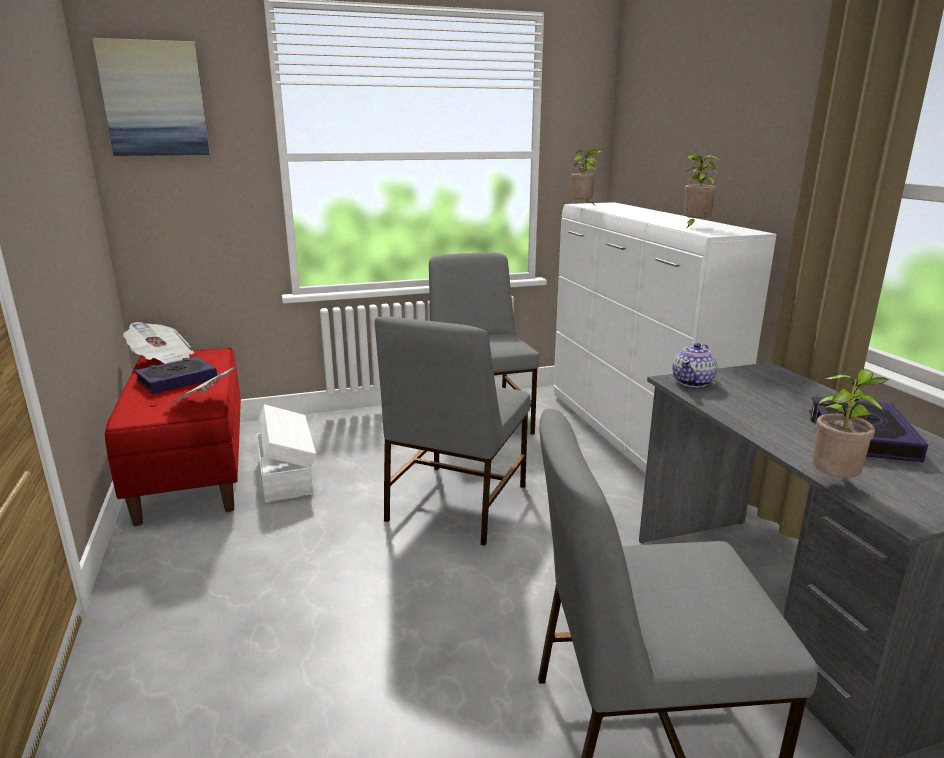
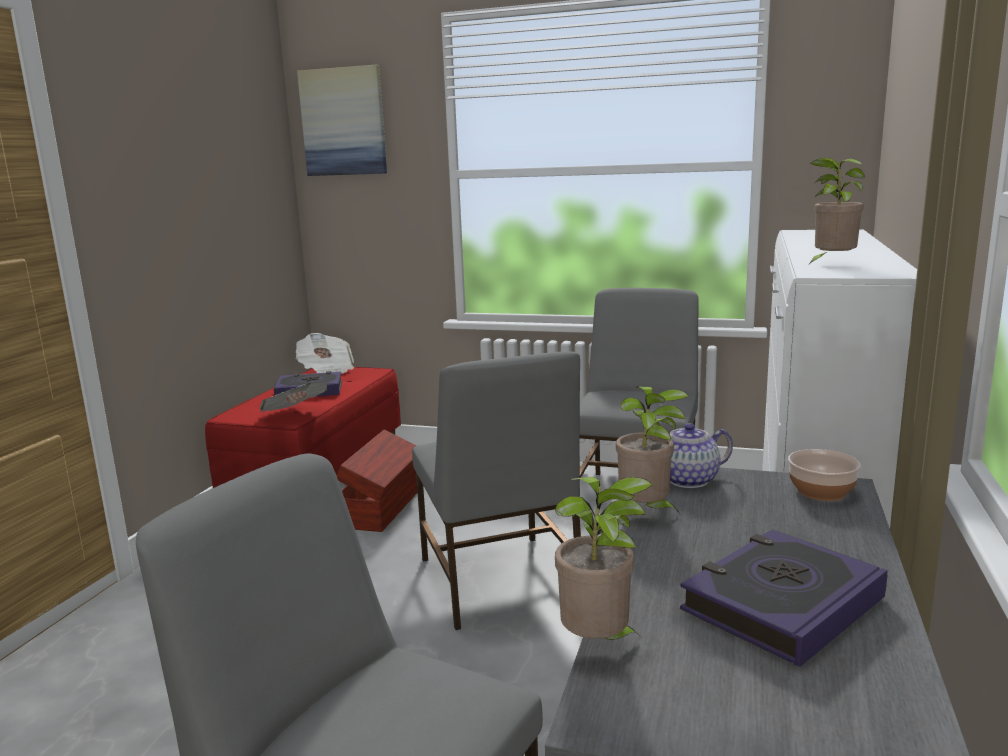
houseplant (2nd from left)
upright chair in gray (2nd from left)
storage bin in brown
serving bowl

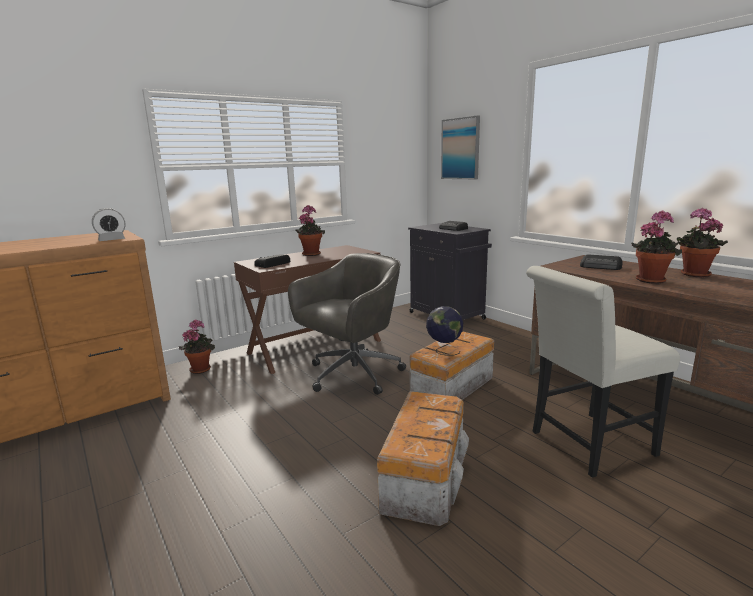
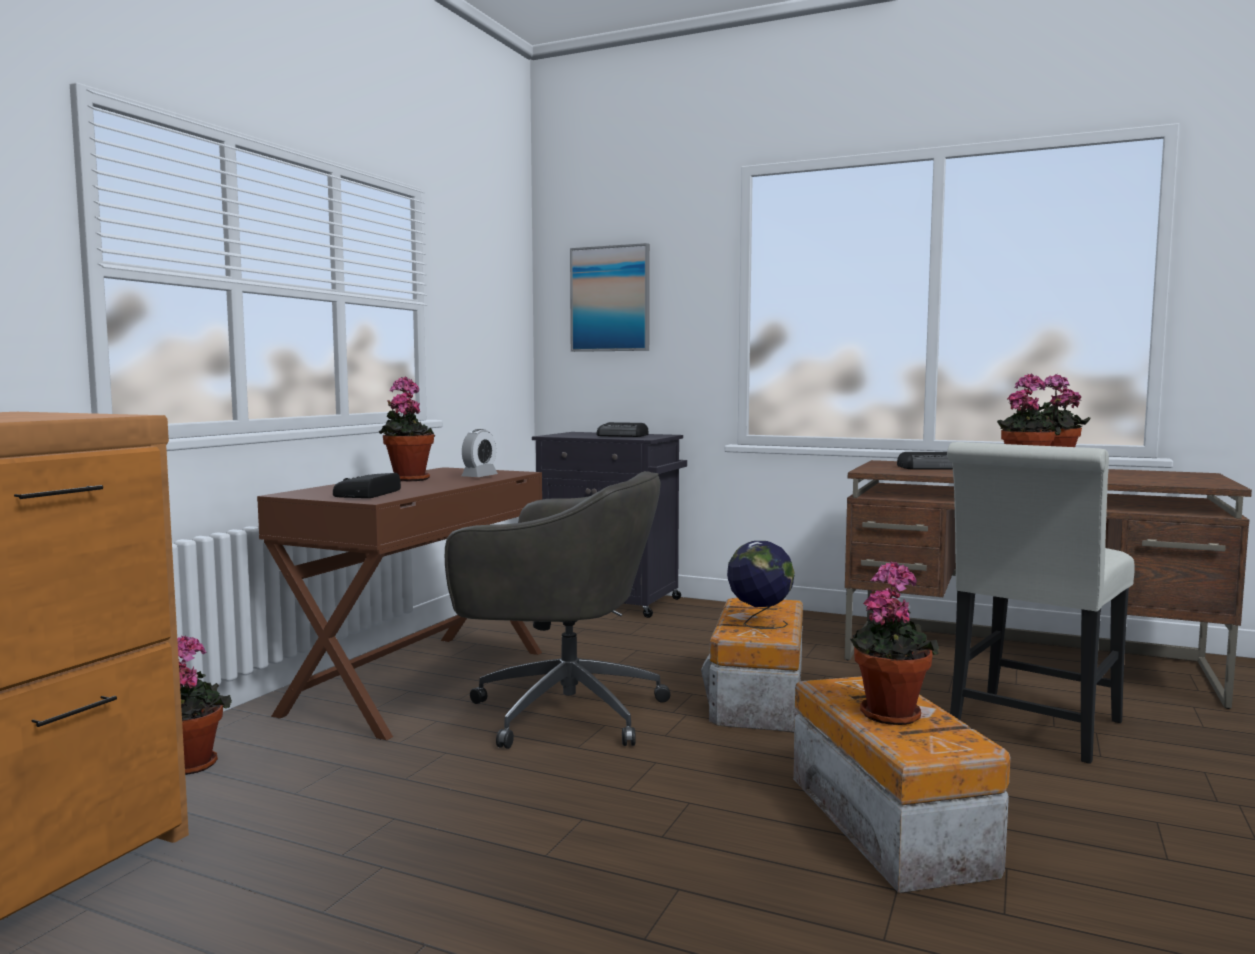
table clock
office chair in gray
houseplant (3rd from left)

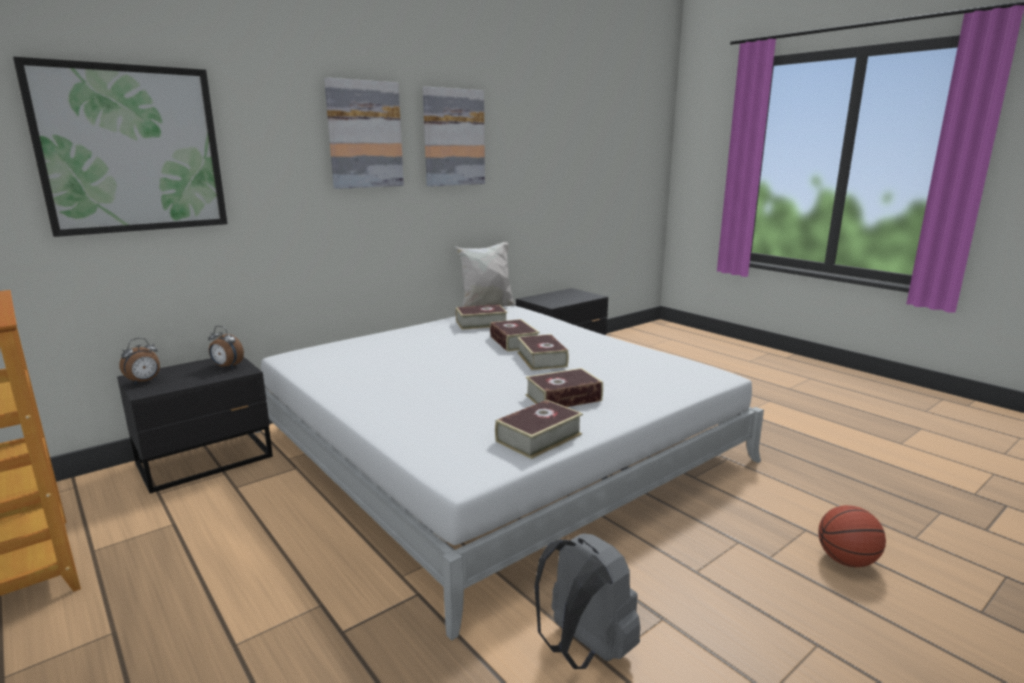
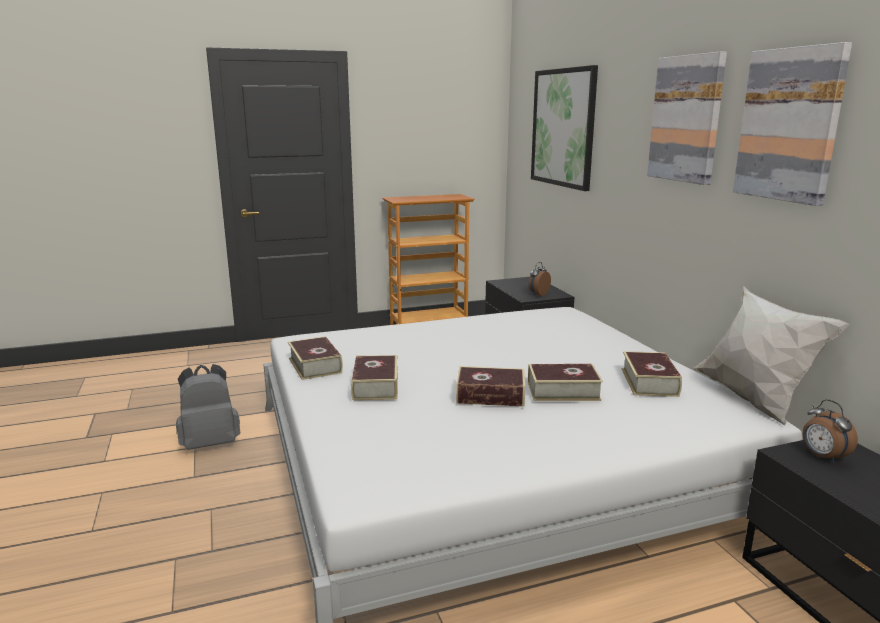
table clock (2nd from left)
basketball

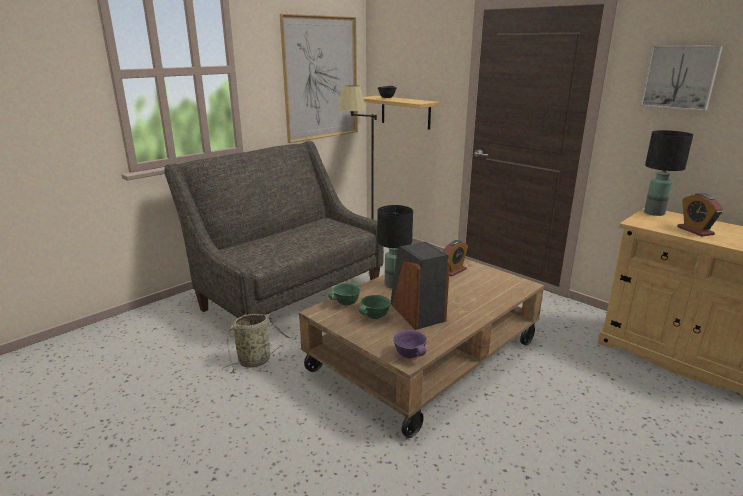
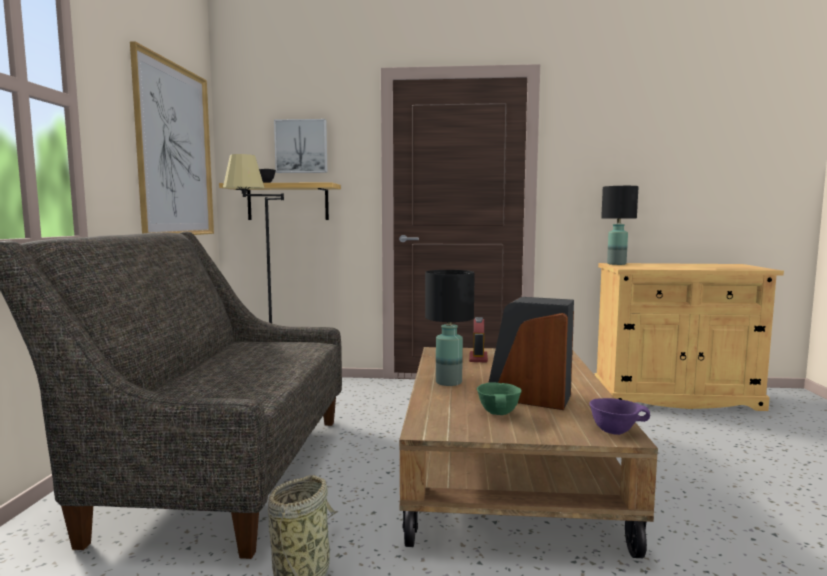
wall art (2nd from left)
table clock (2nd from left in the first image)
serving bowl in greenish (1st from left in the first image)

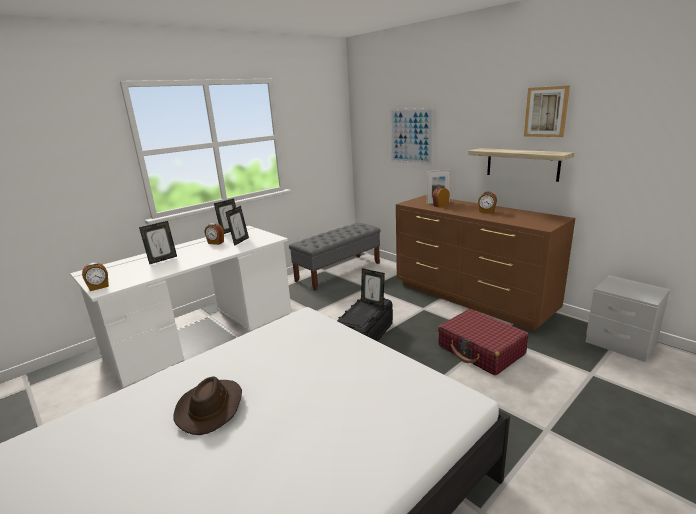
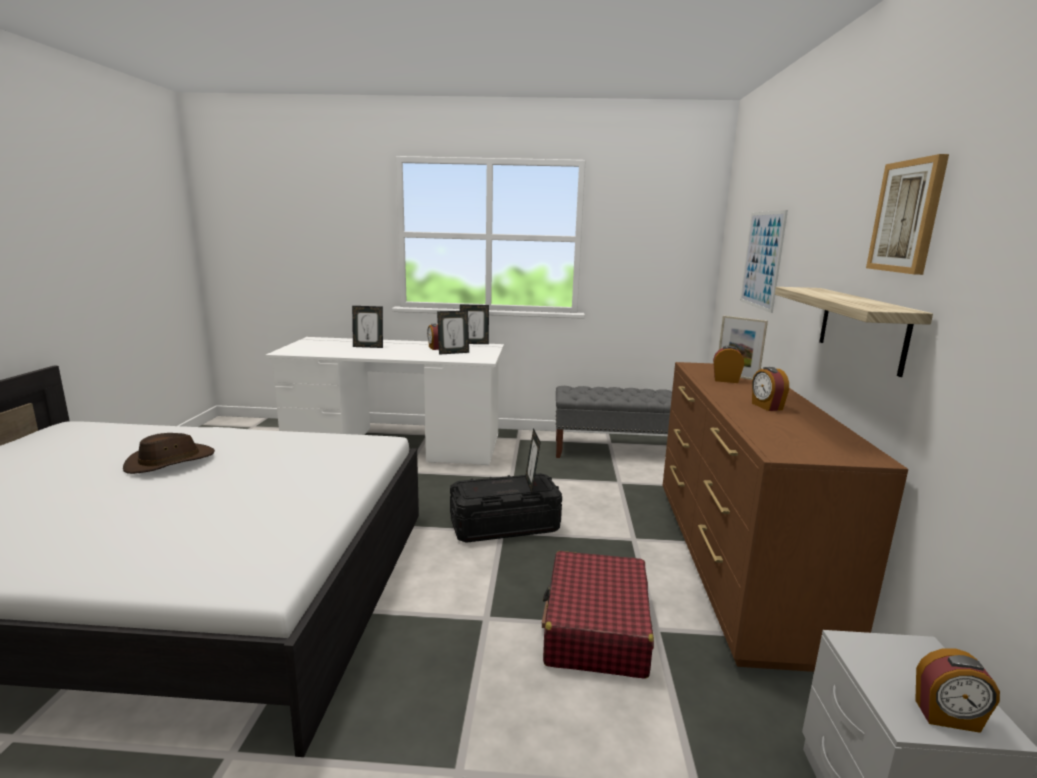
table clock (4th from left)

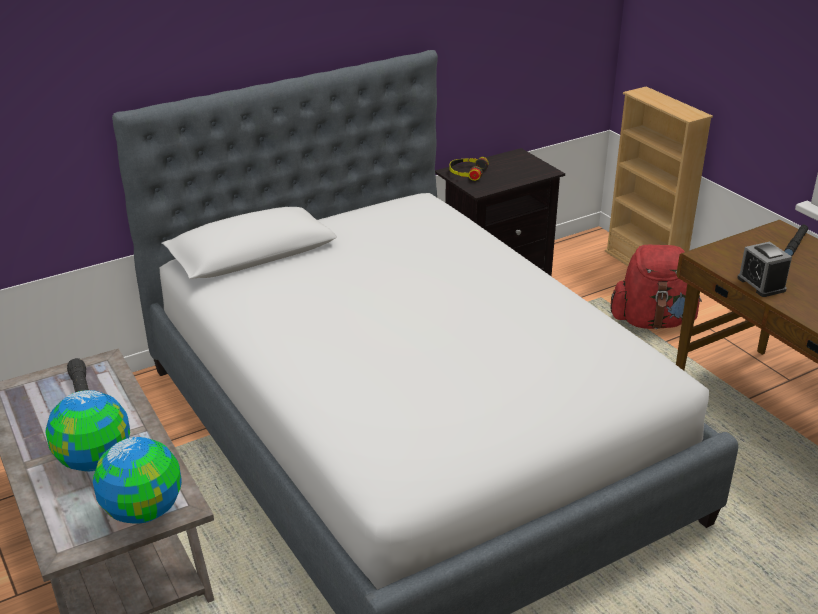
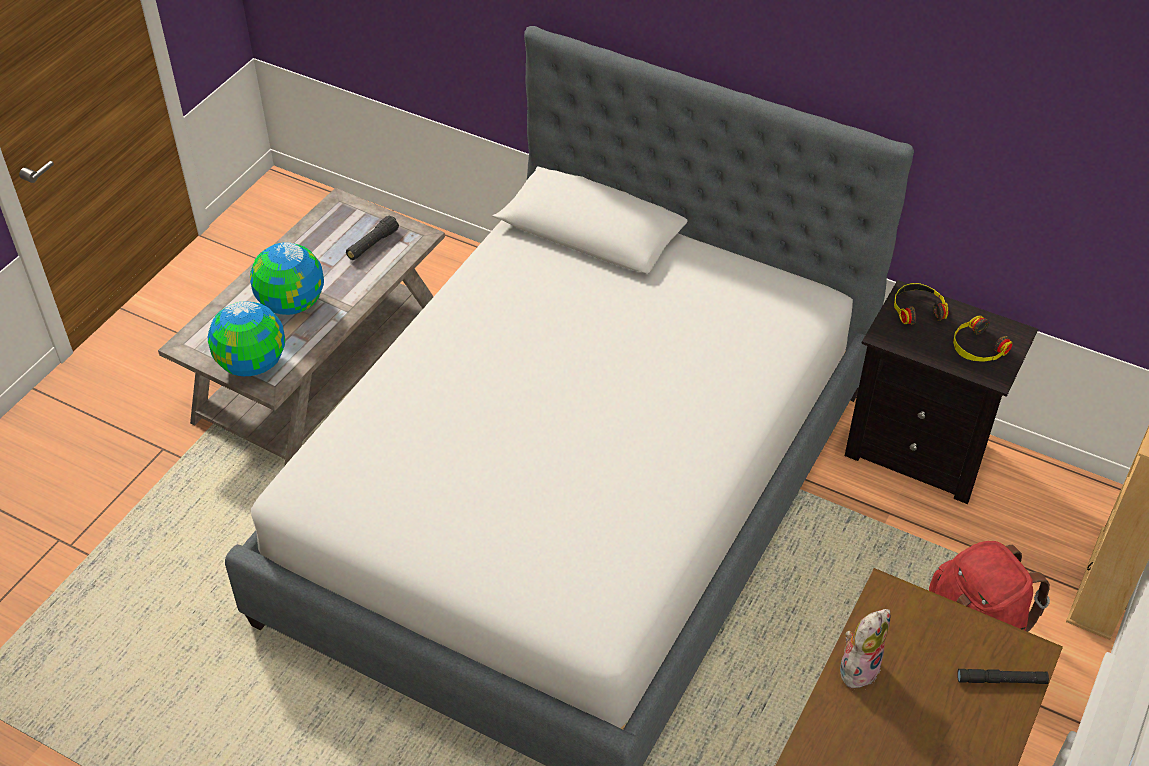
soft toy
pair of headphones (2nd from left)

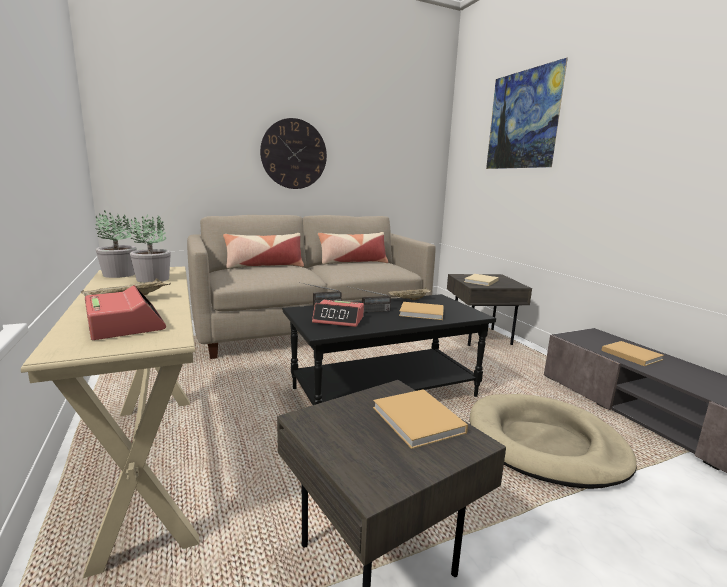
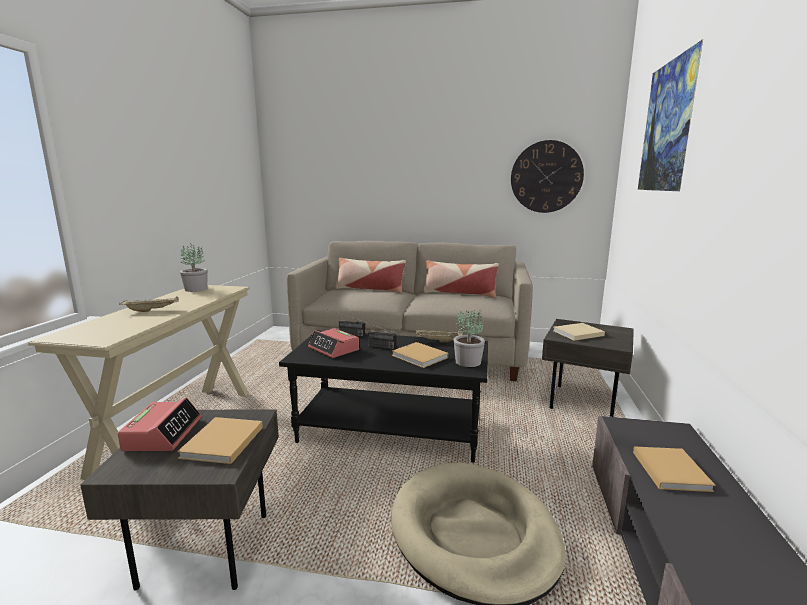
clock on the wall
houseplant (2nd from left)
table clock (1st from left)

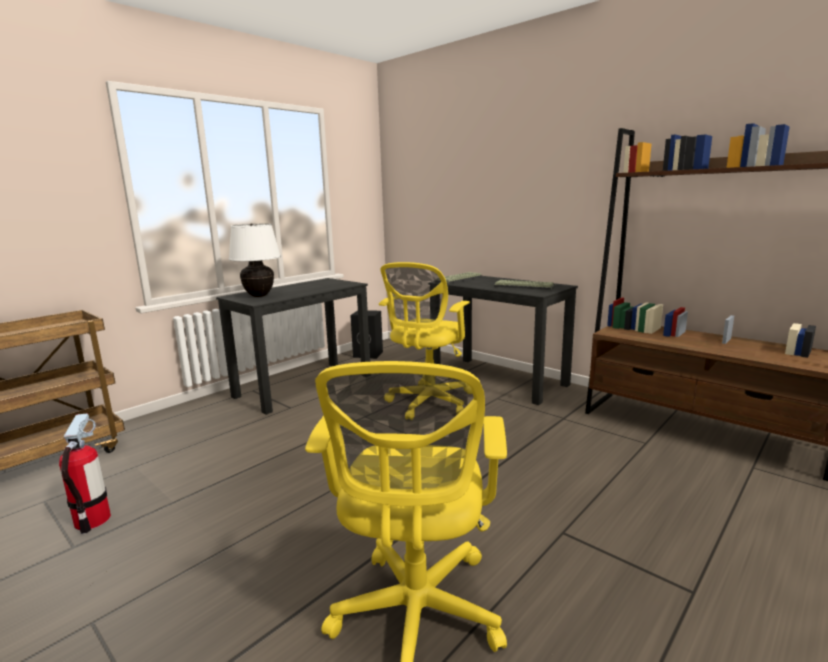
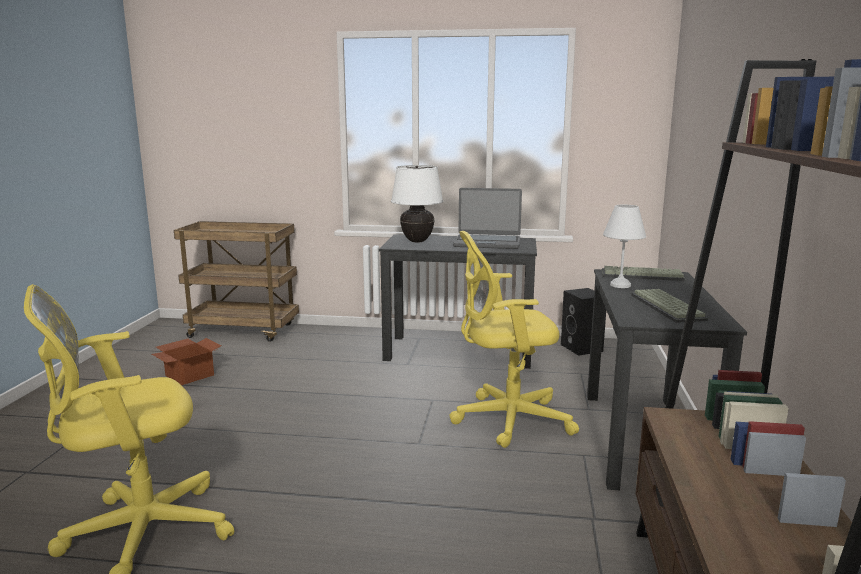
carton
notebook computer
lamp for a table in white-coloured (2nd from left)

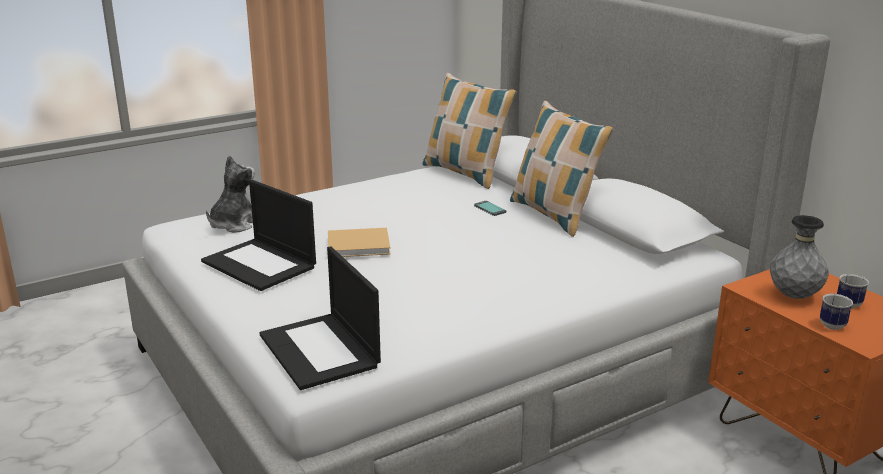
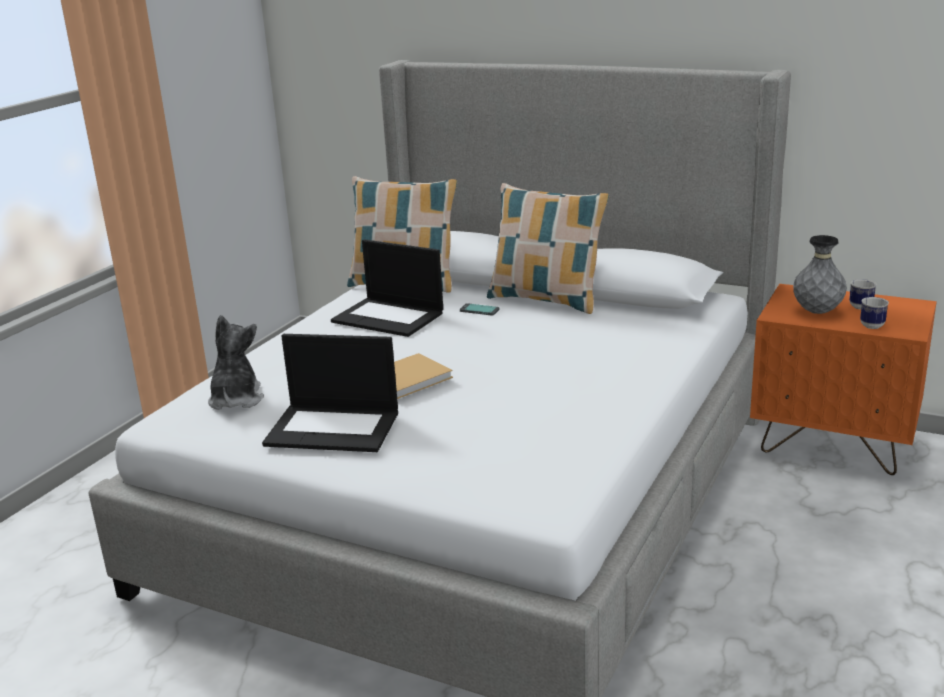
notebook computer (2nd from left)

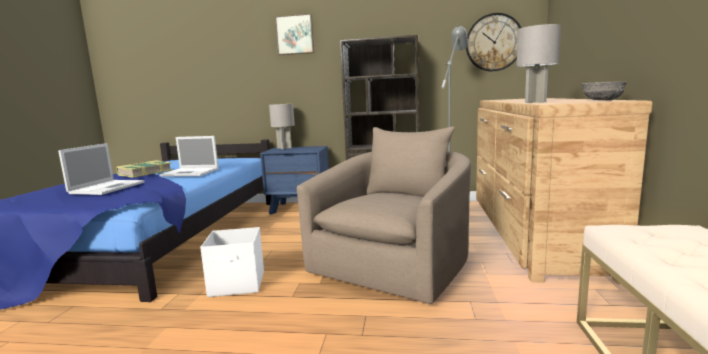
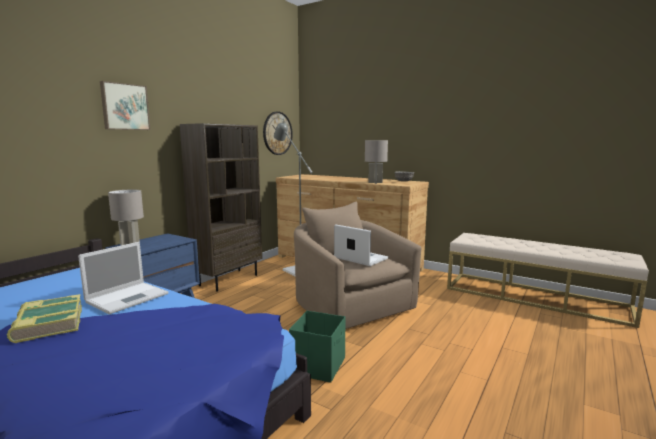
notebook computer (2nd from left)
storage bin in greenish

